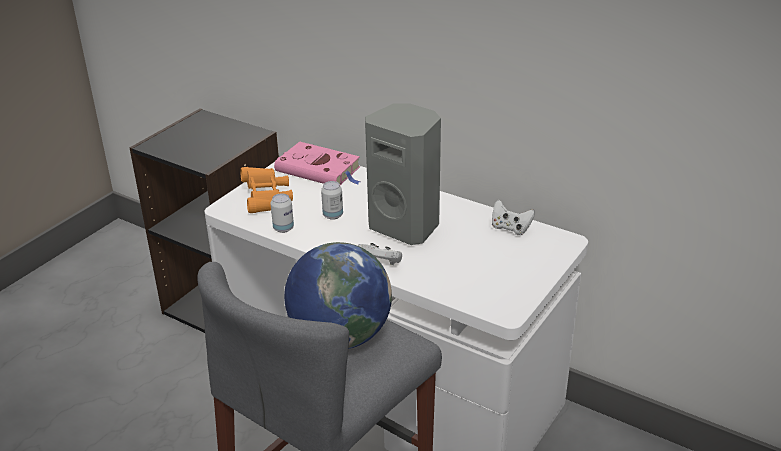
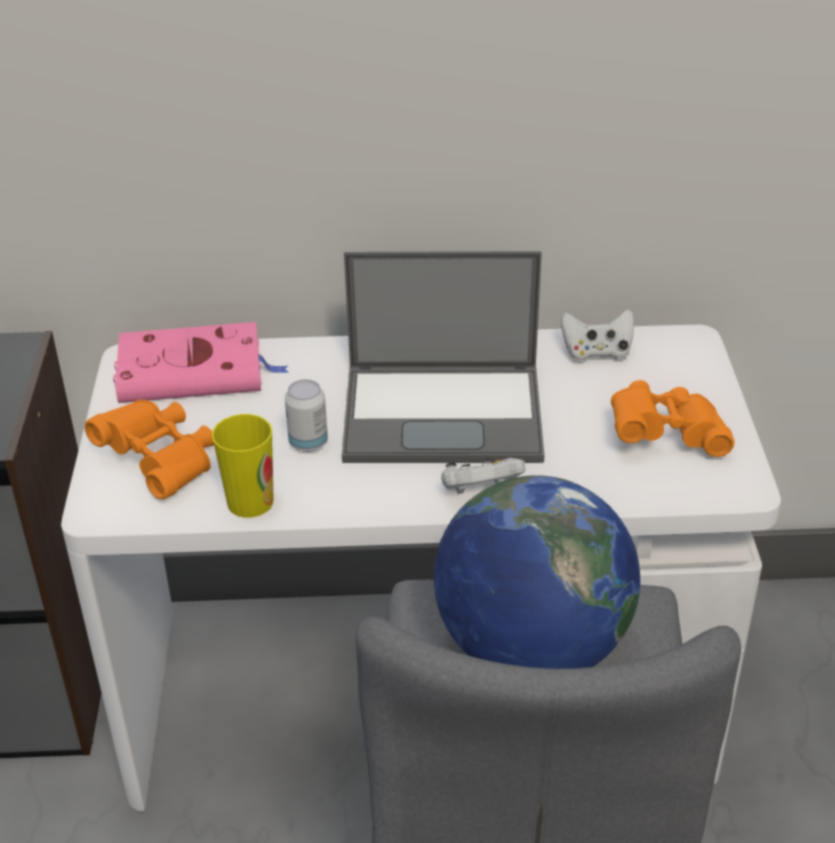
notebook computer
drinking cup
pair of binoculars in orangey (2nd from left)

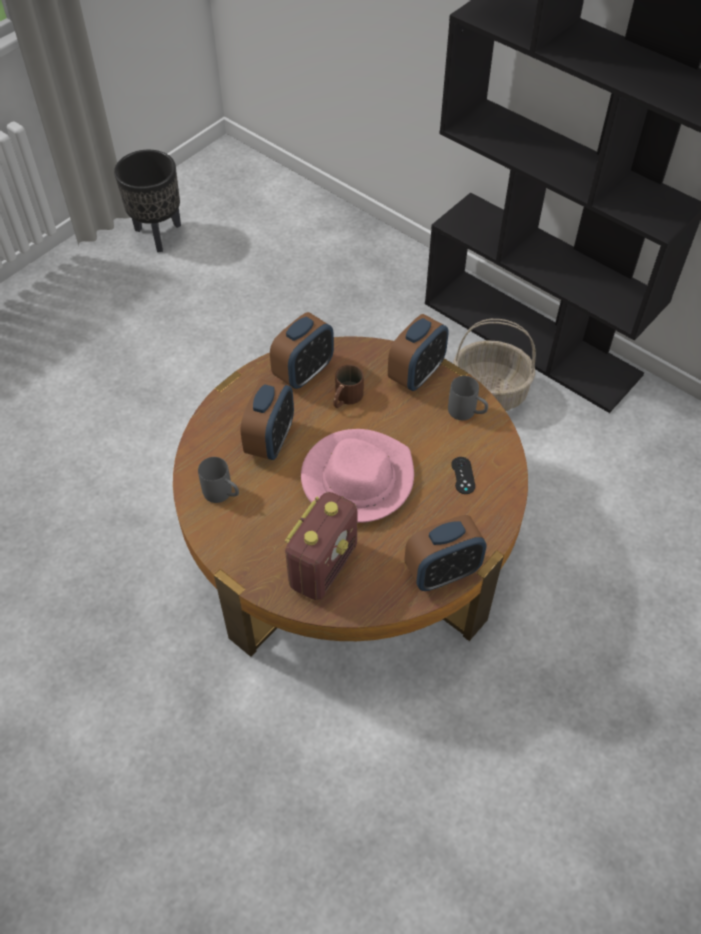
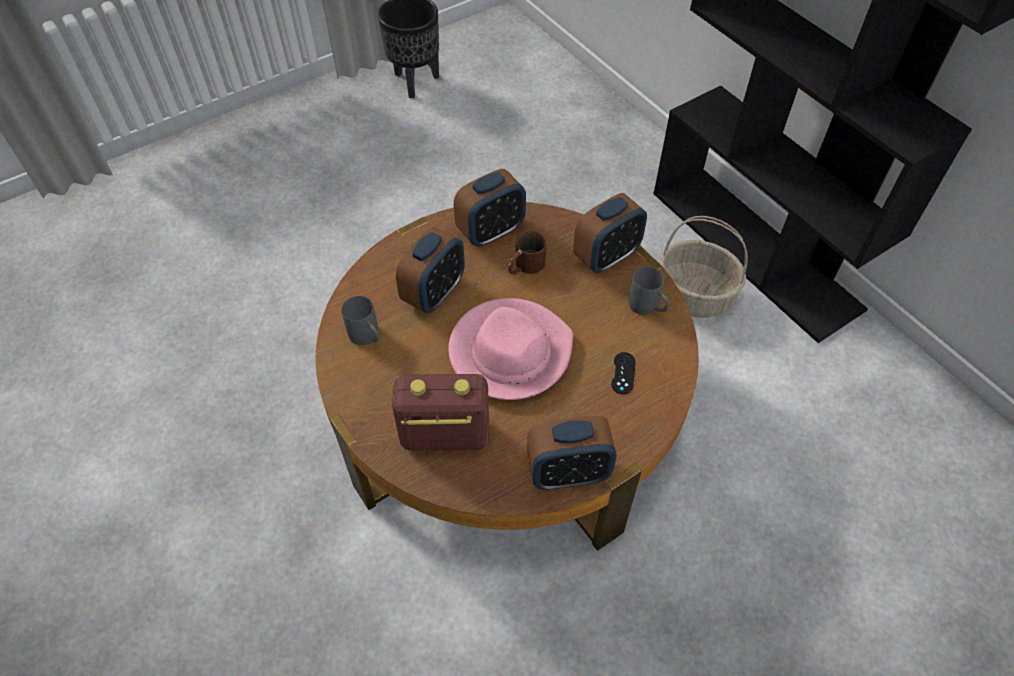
radio receiver

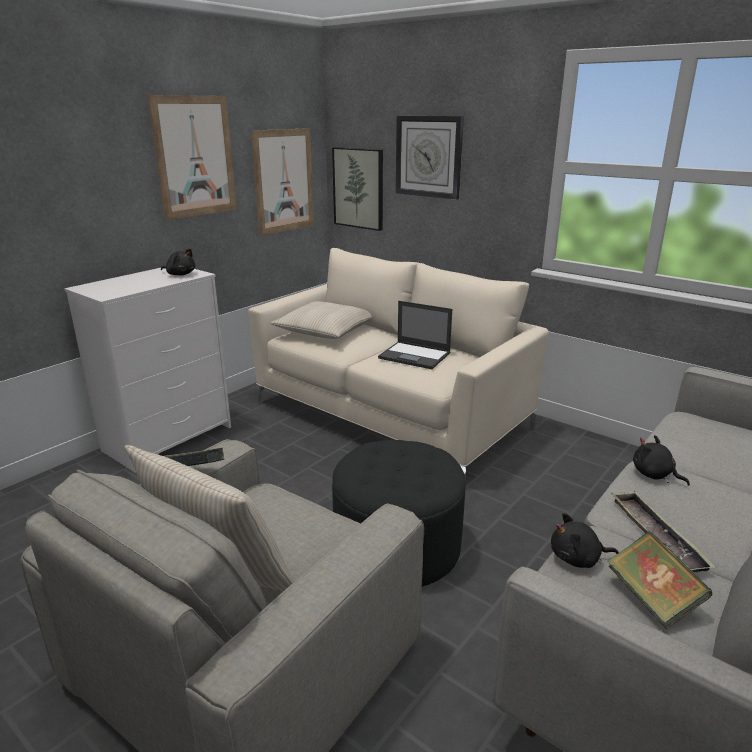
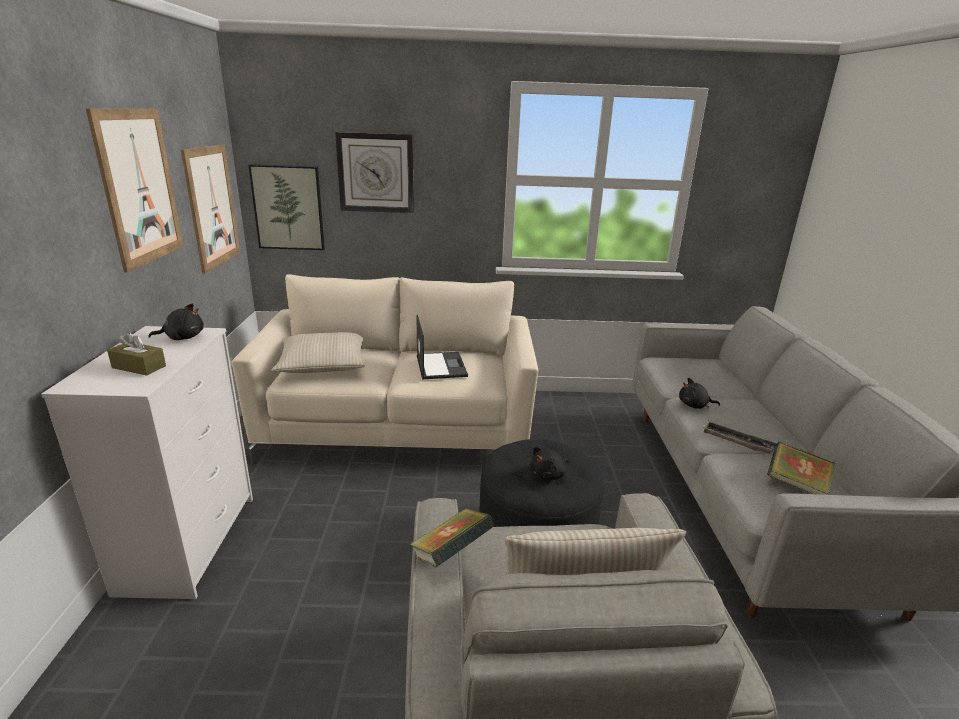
notebook computer
soft toy in blackish (2nd from left)
tissue holder in brown

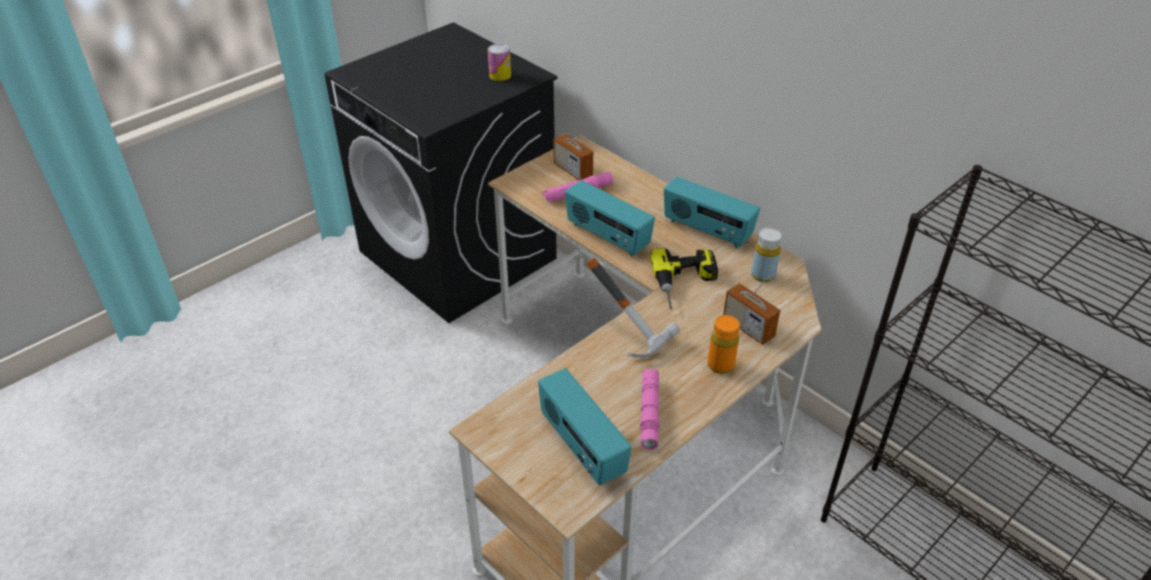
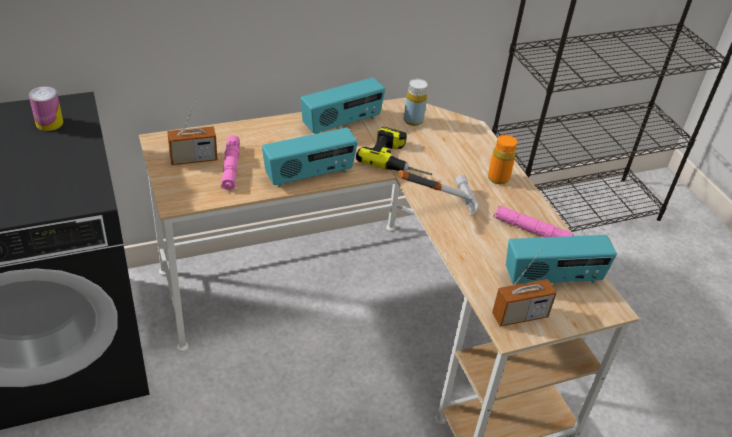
radio receiver (4th from left)

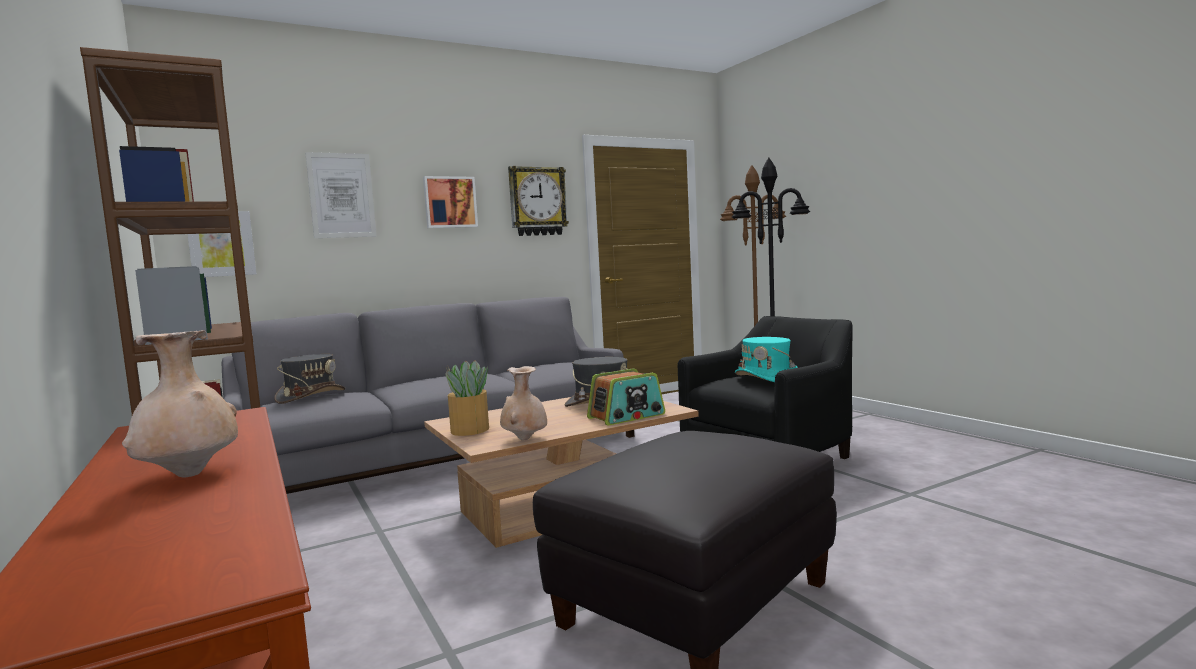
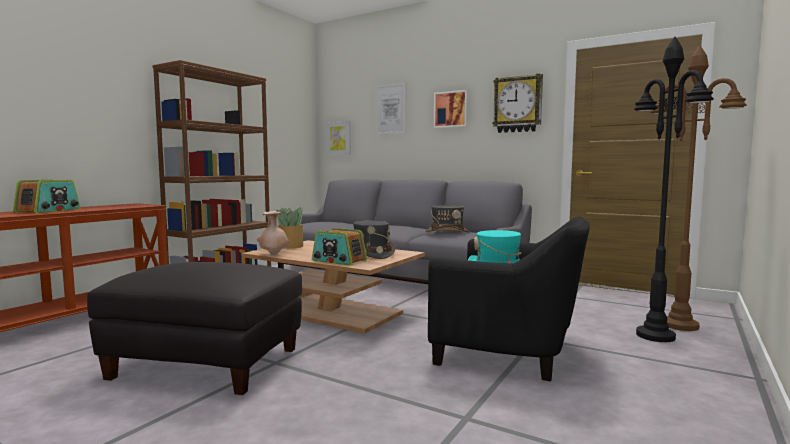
radio receiver (1st from left)
wearable hat in gray (2nd from left)

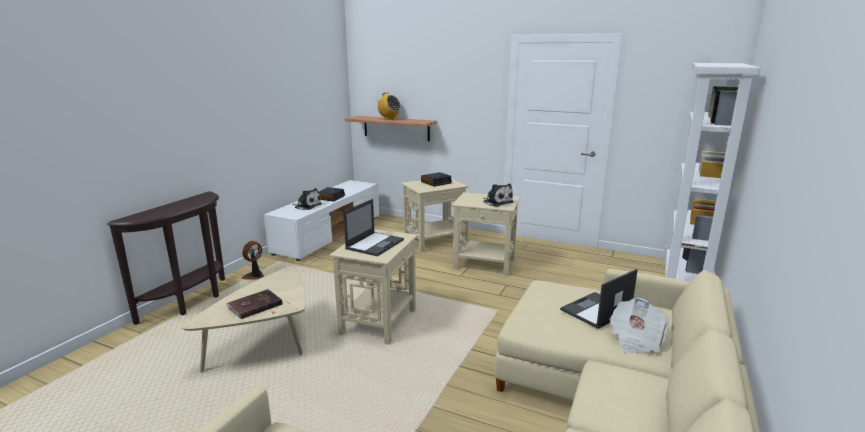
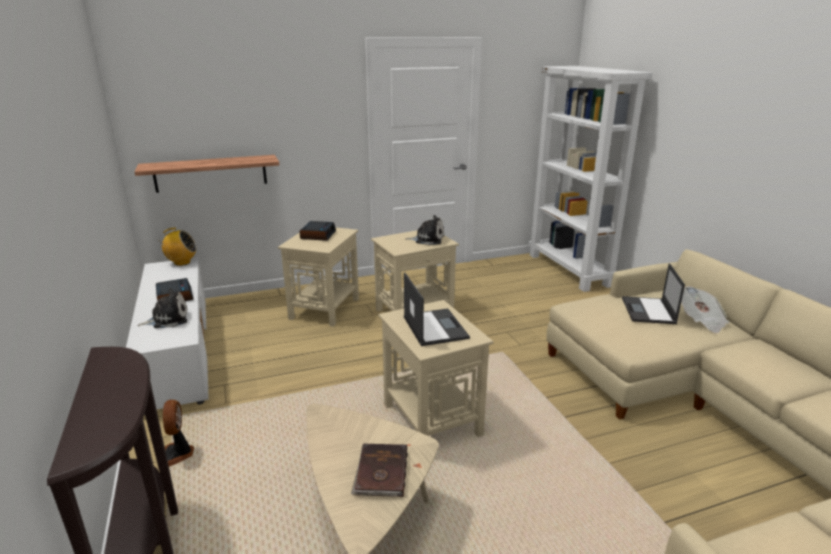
radio receiver

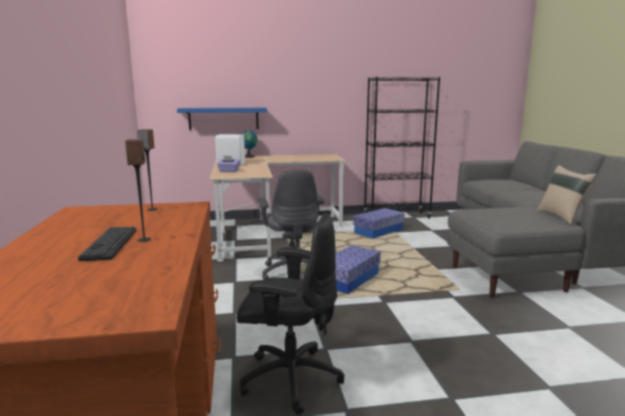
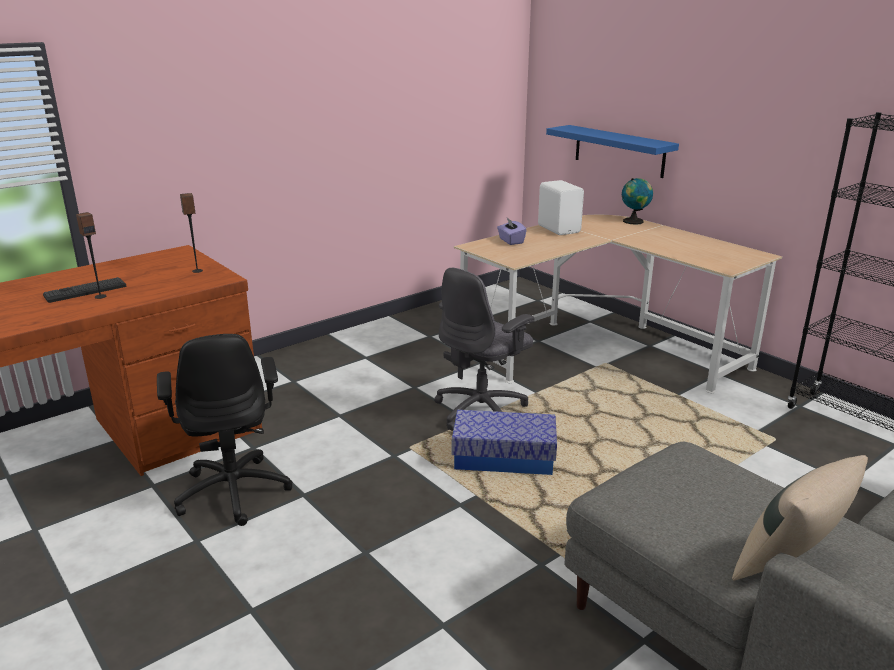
storage bin (2nd from left in the first image)

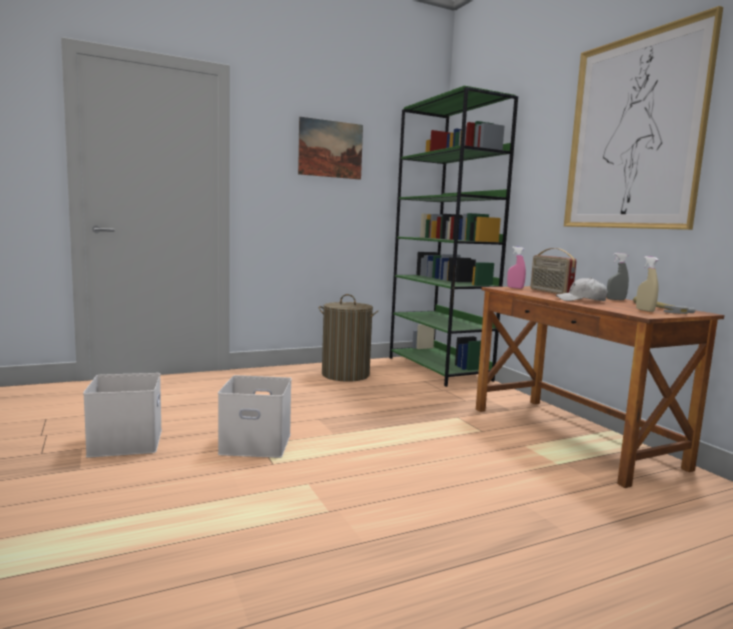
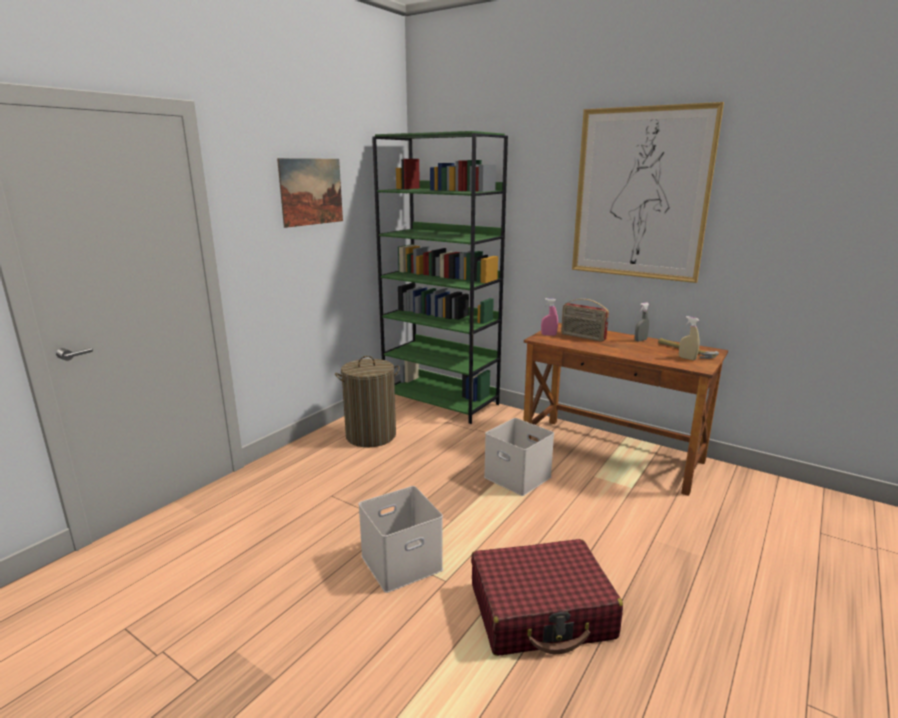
baseball cap in white-coloured
storage bin in white-coloured (2nd from left)
suitcase in red

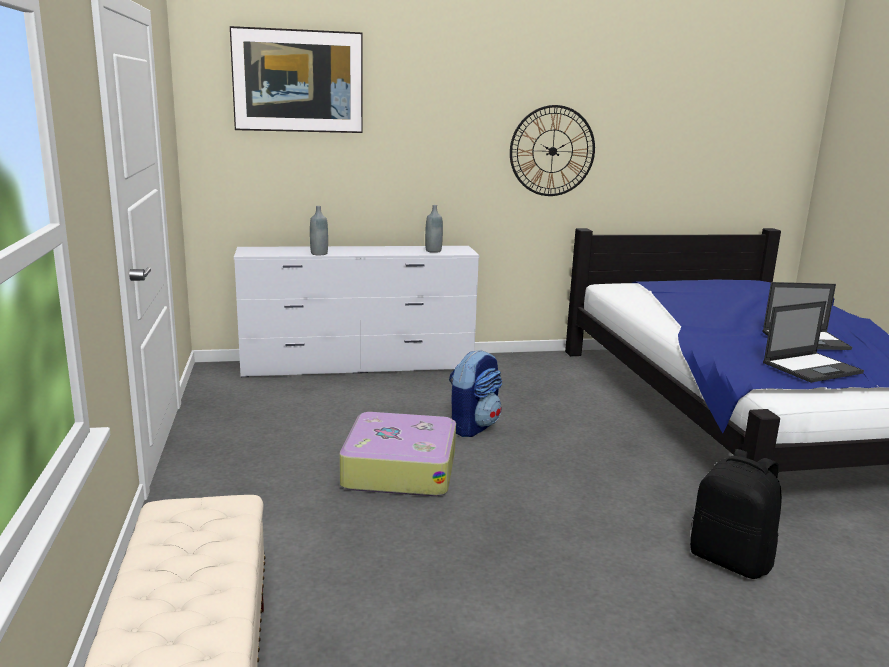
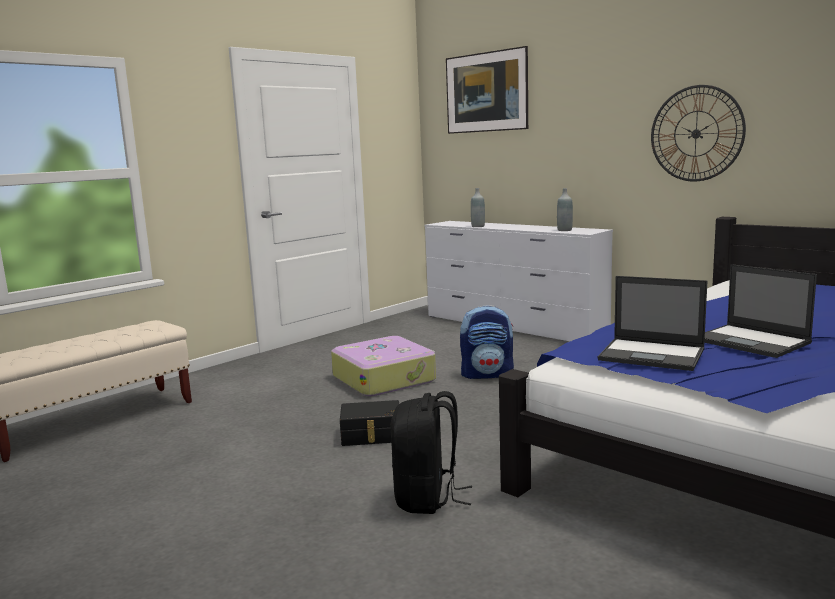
storage bin in blackish

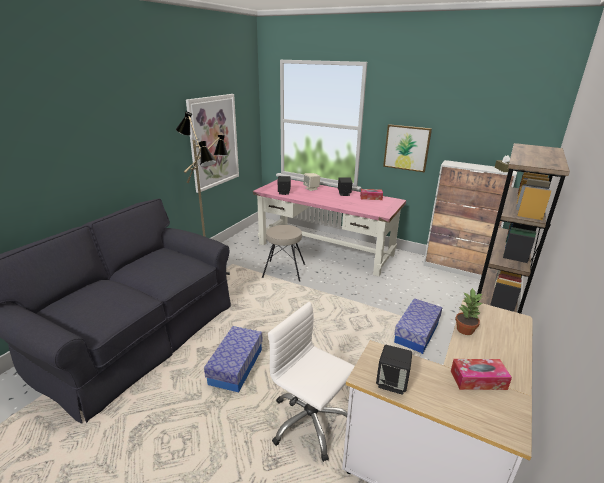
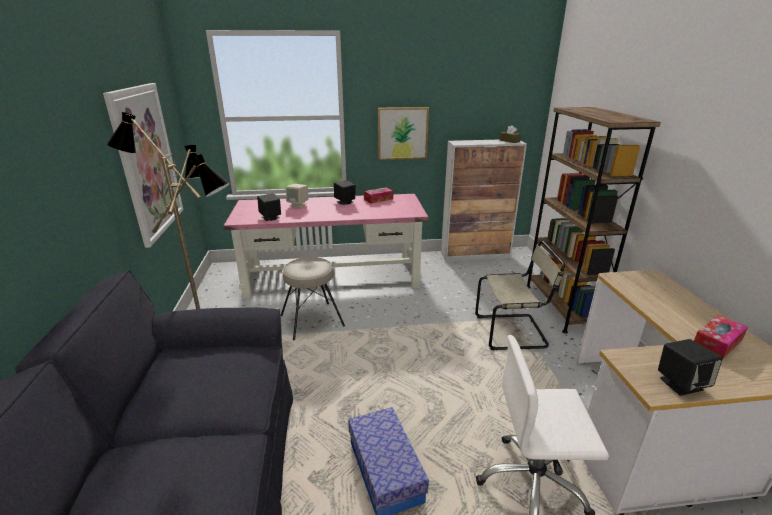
houseplant
upright chair in beige

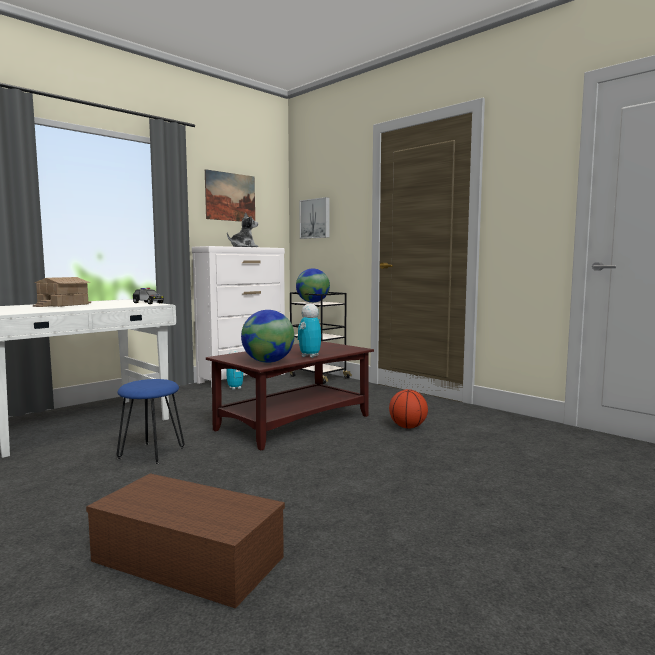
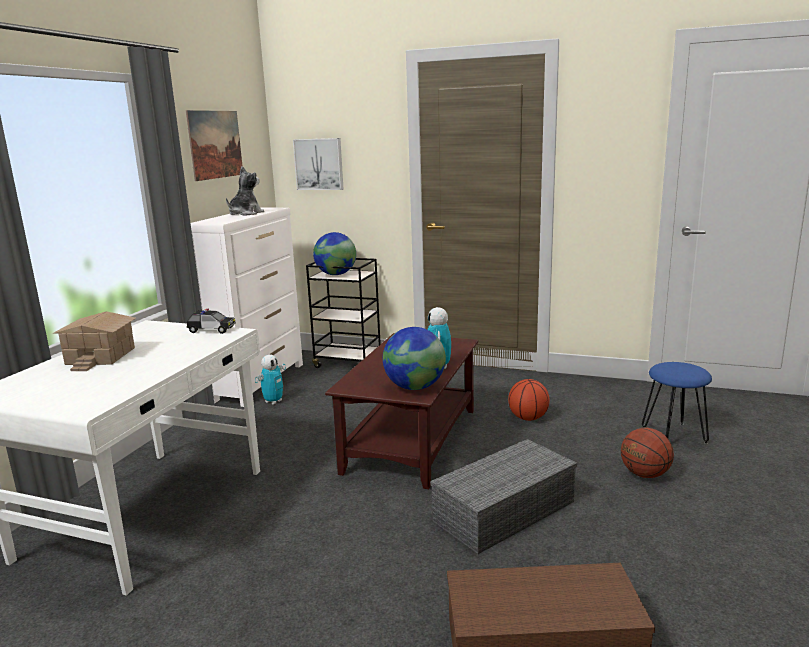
stool in blue
basketball (2nd from left)
storage bin in gray

